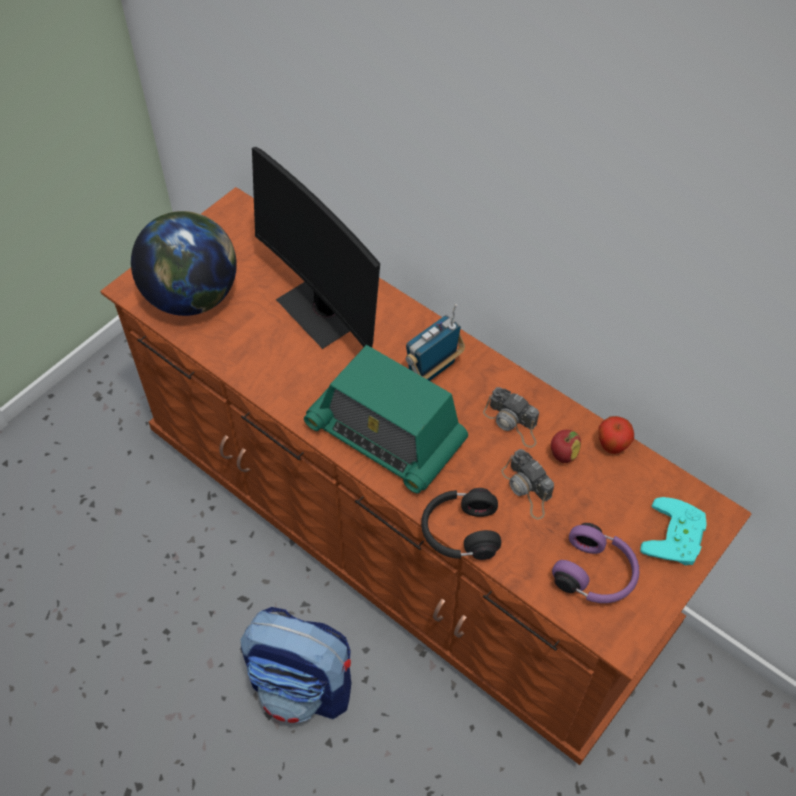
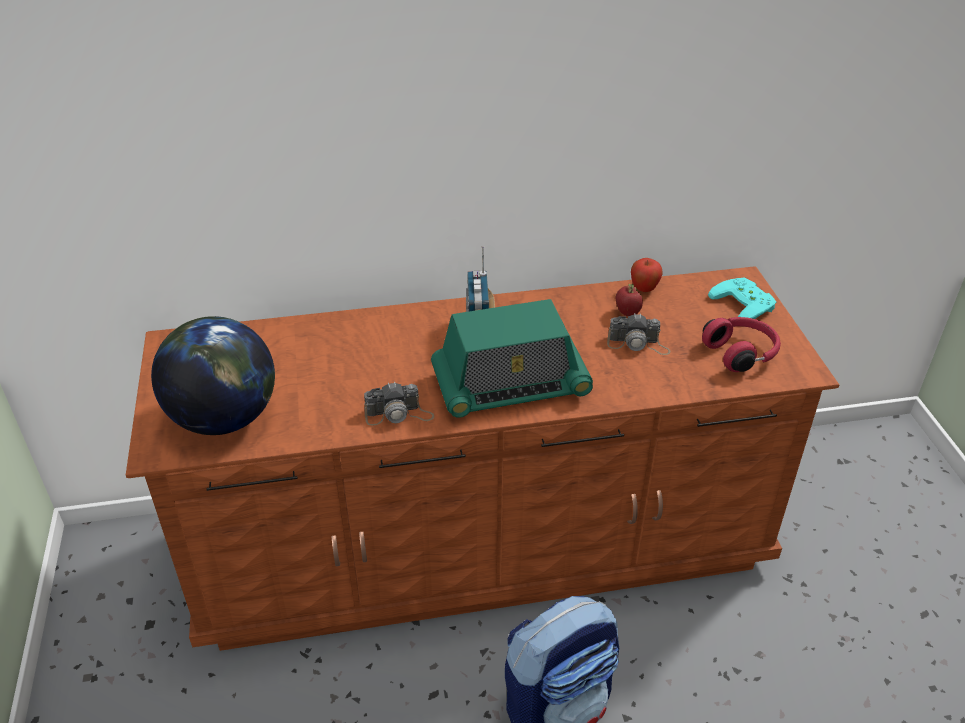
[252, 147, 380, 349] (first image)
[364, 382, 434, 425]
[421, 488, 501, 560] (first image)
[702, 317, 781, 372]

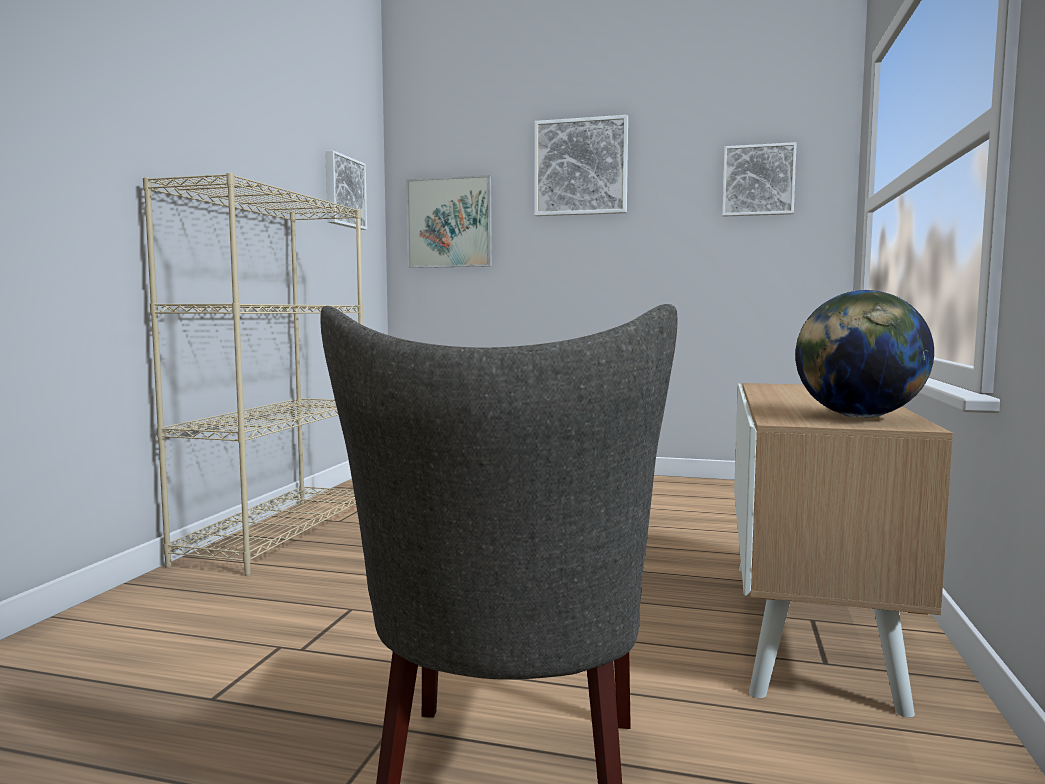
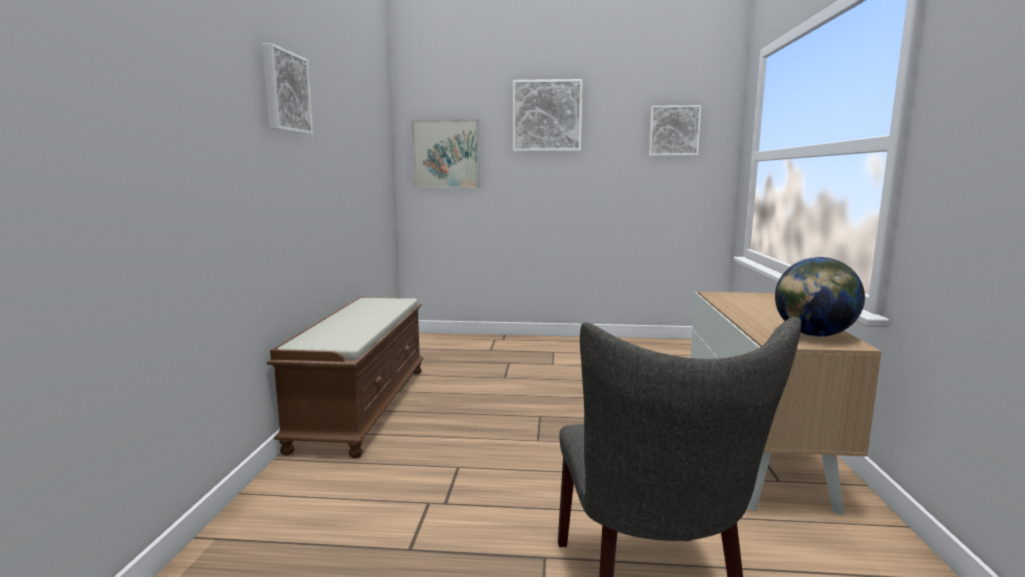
[262, 43, 313, 135]
[267, 297, 424, 458]

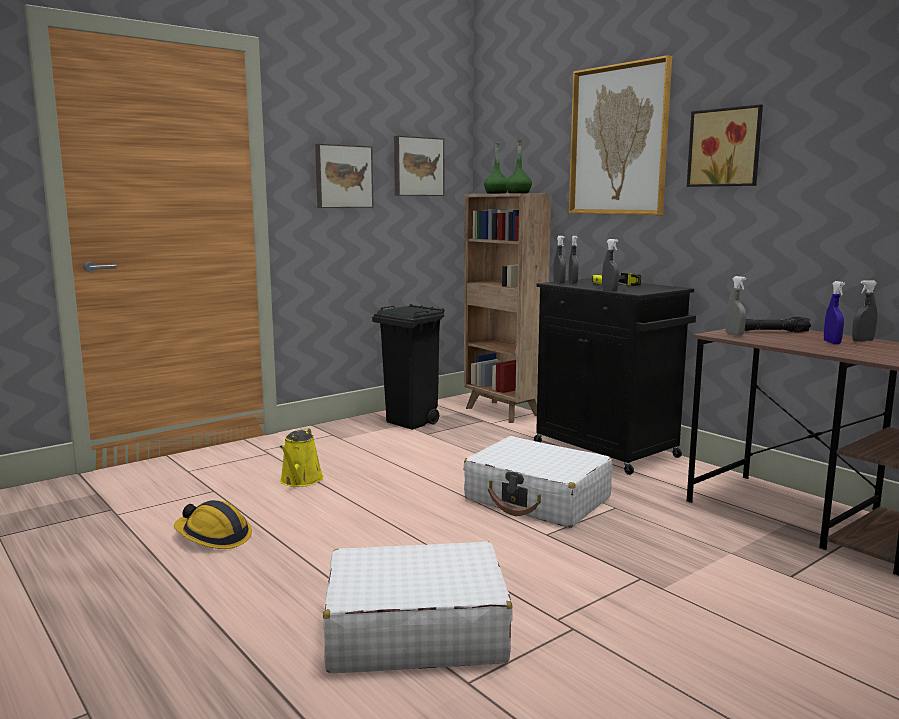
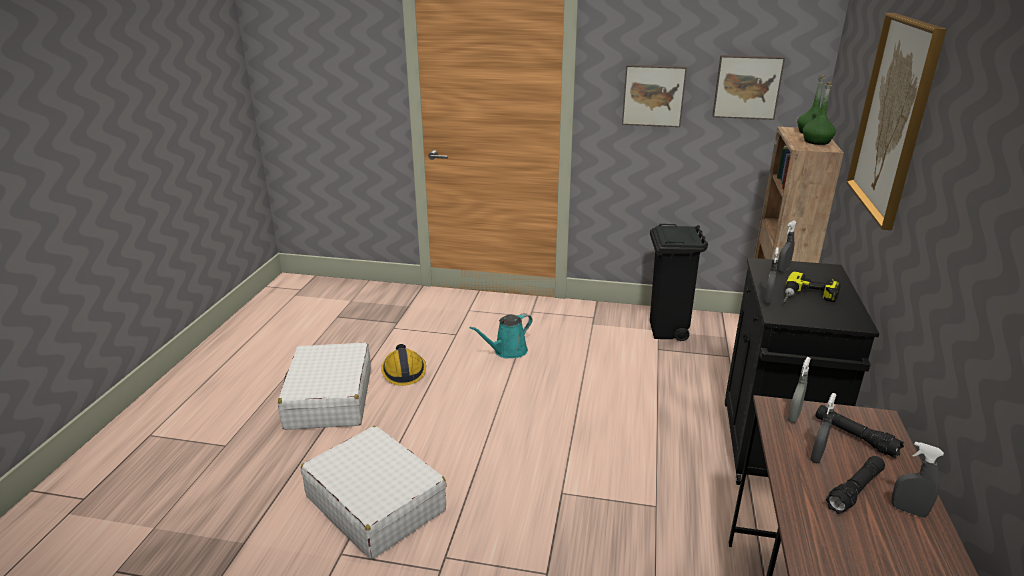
[687, 104, 763, 187] (first image)
[810, 393, 837, 463]
[826, 456, 885, 514]
[469, 313, 532, 359]
[278, 343, 371, 430]

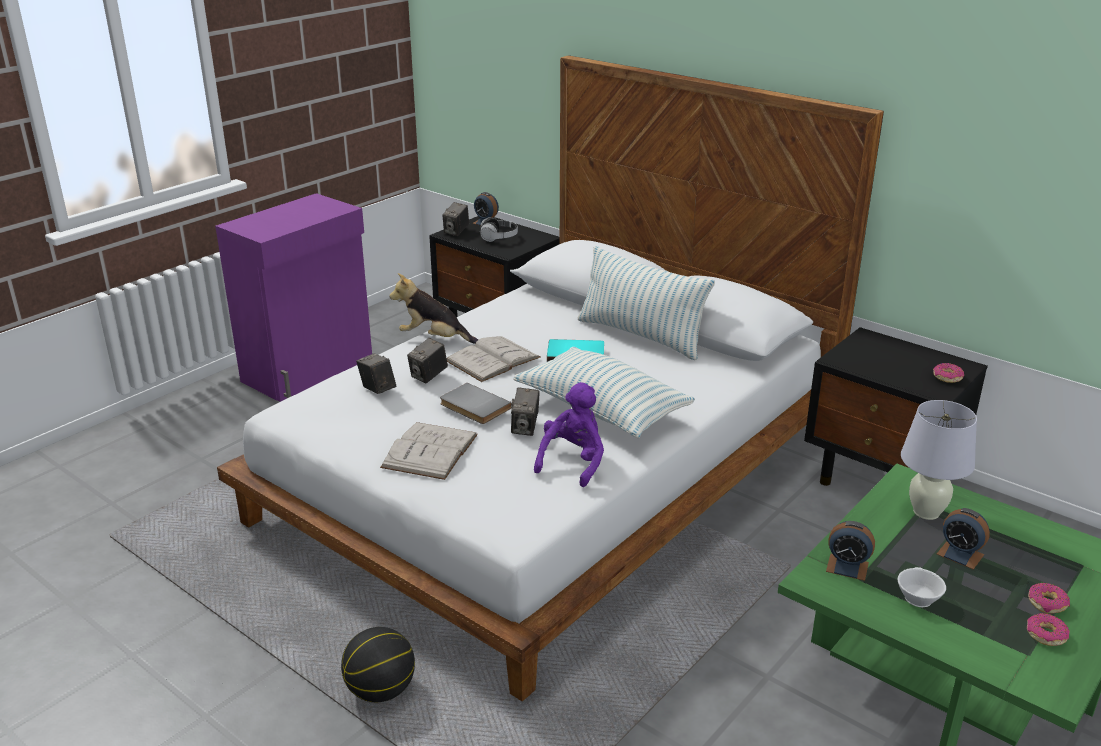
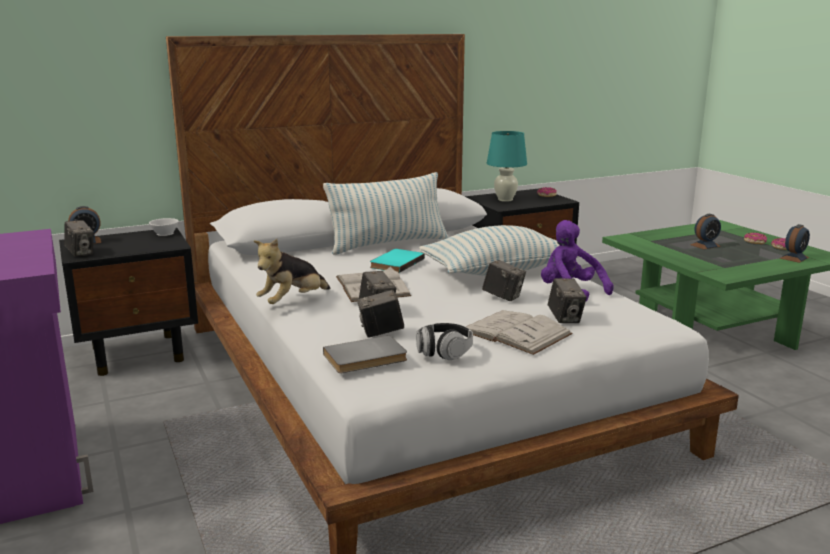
[416, 323, 473, 360]
[323, 335, 407, 373]
[901, 400, 977, 520] (first image)
[780, 224, 810, 263]
[149, 218, 179, 236]
[341, 627, 415, 702] (first image)
[487, 131, 527, 202]
[548, 278, 587, 323]

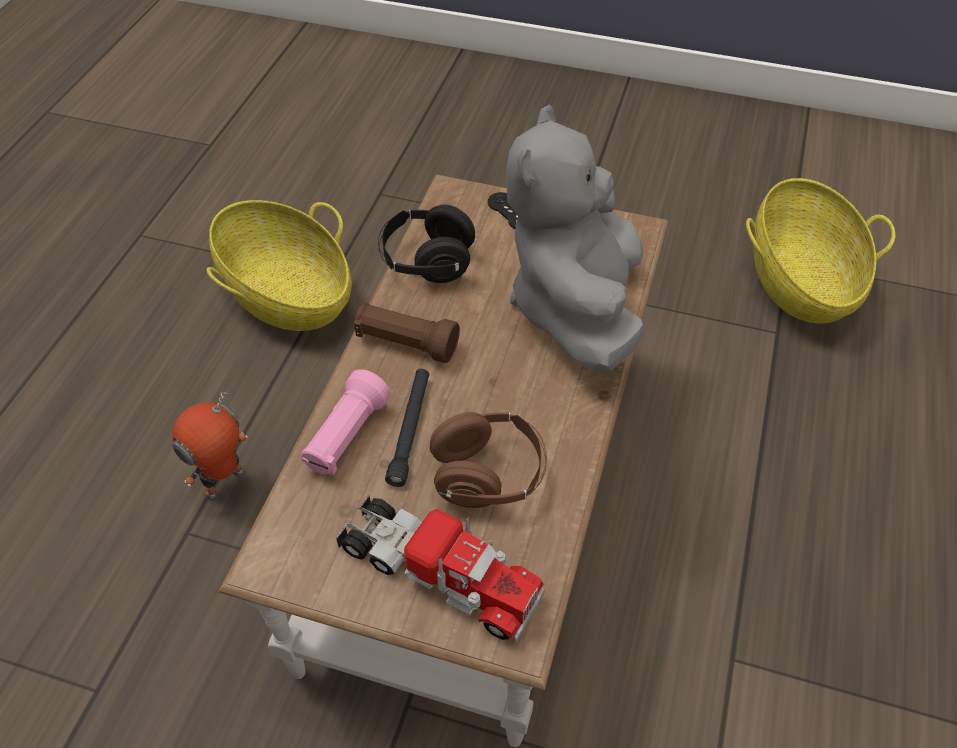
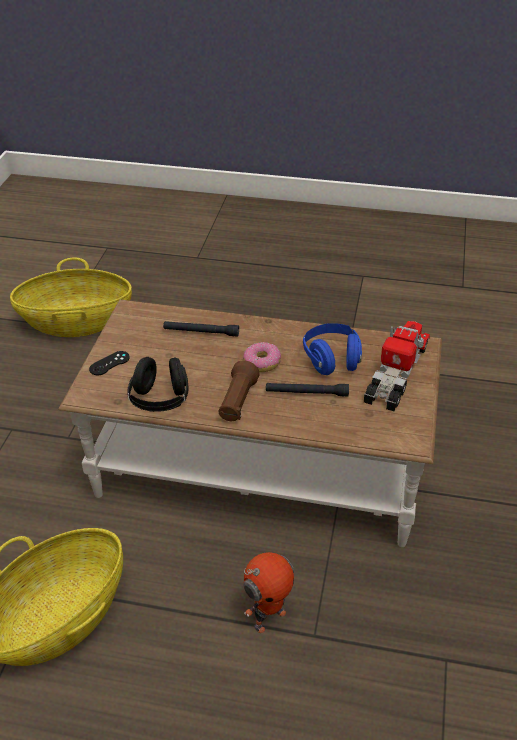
[163, 321, 239, 337]
[301, 369, 390, 475] (first image)
[243, 552, 294, 633]
[303, 323, 362, 375]
[243, 342, 281, 372]

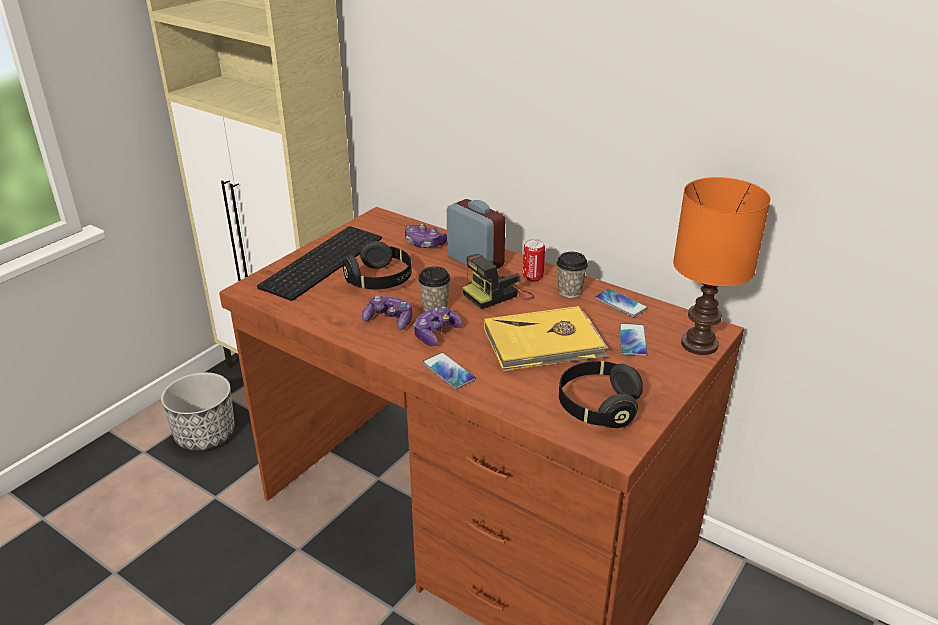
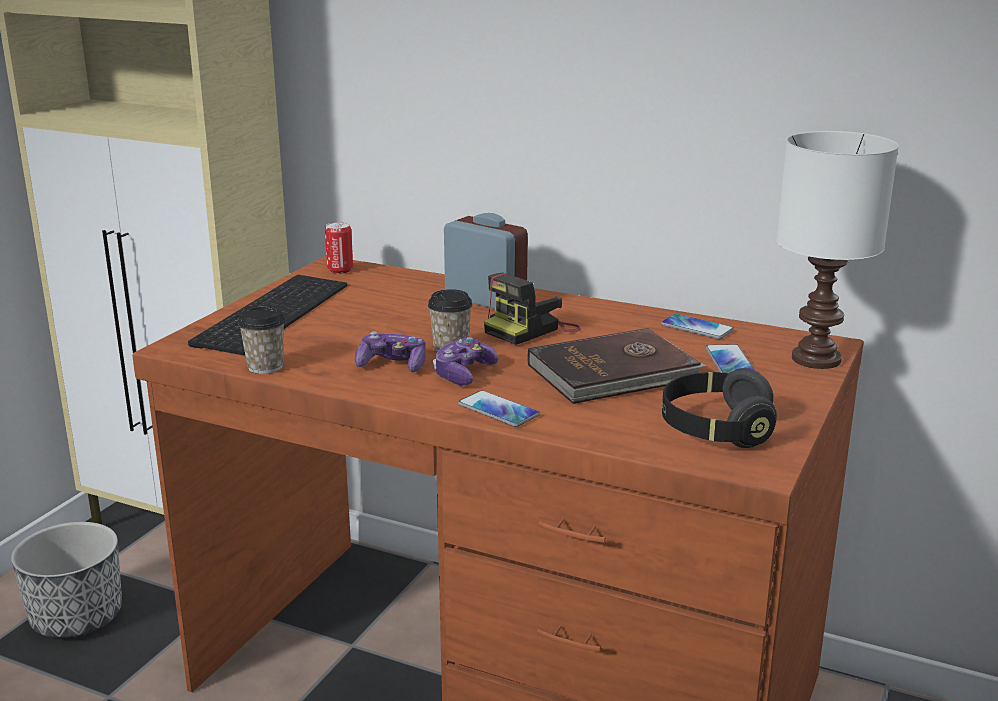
[776, 131, 899, 369]
[405, 224, 447, 248] (first image)
[325, 222, 353, 274]
[343, 241, 411, 289] (first image)
[238, 306, 285, 374]
[527, 328, 706, 404]

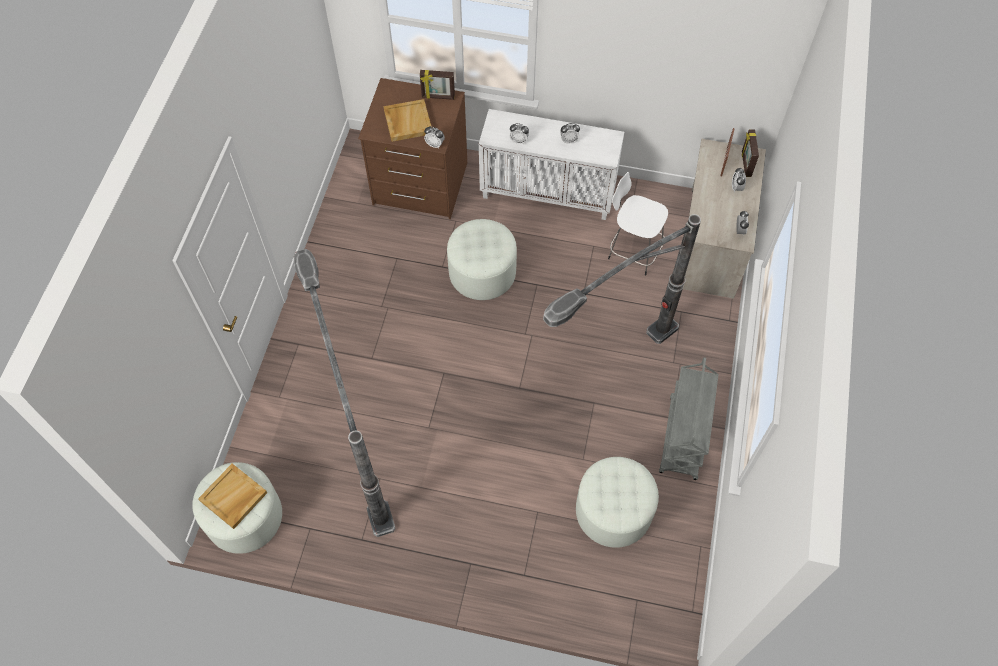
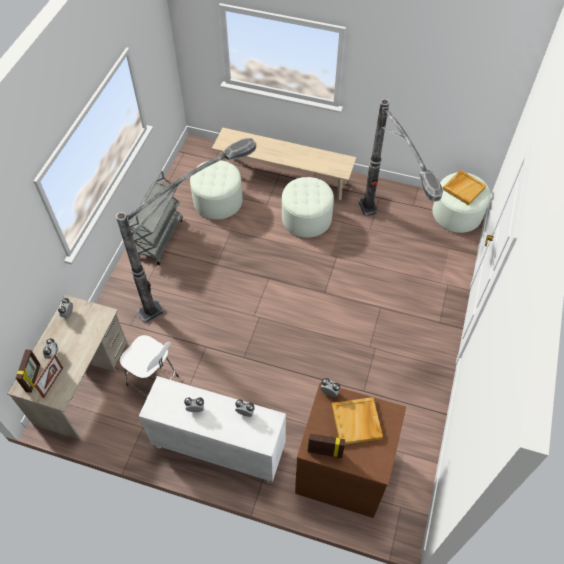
[282, 177, 334, 238]
[212, 128, 356, 200]

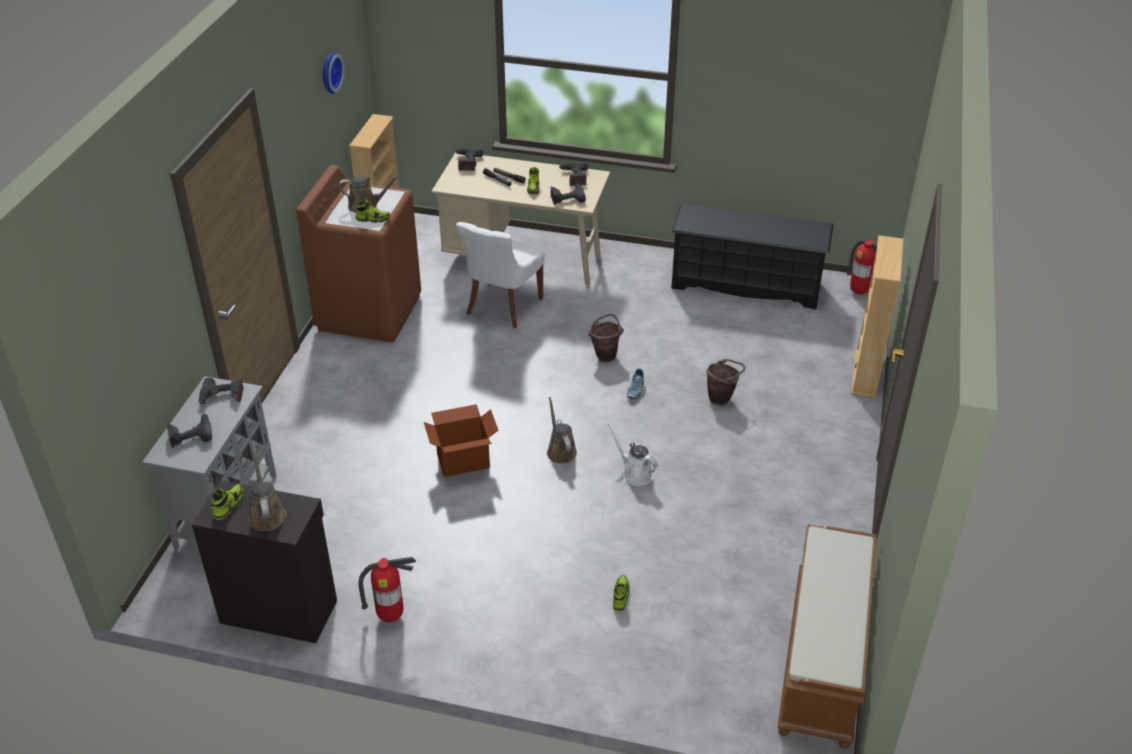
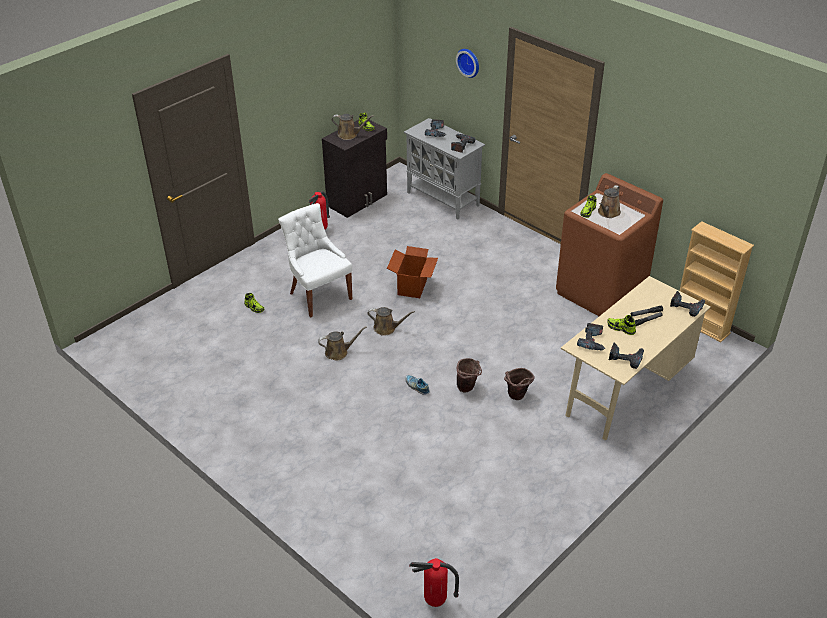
[456, 49, 479, 78]
[671, 204, 834, 309] (first image)
[278, 203, 352, 318]
[851, 235, 904, 398] (first image)
[504, 368, 535, 400]
[318, 326, 367, 360]
[777, 524, 877, 749] (first image)

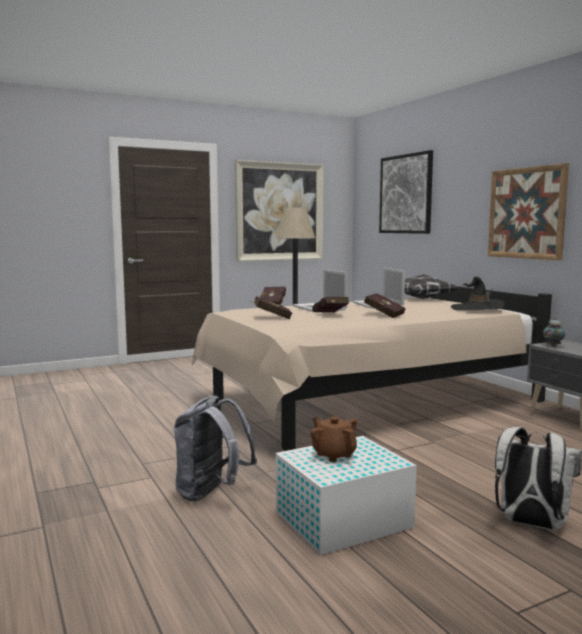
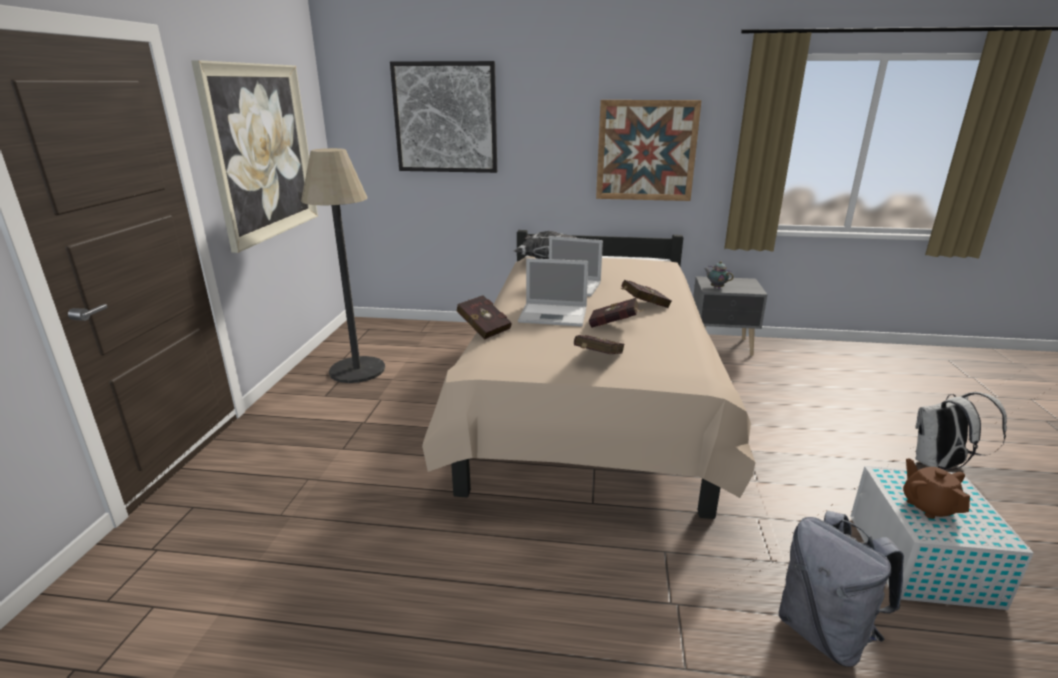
[451, 276, 504, 310] (first image)
[903, 458, 970, 519]

